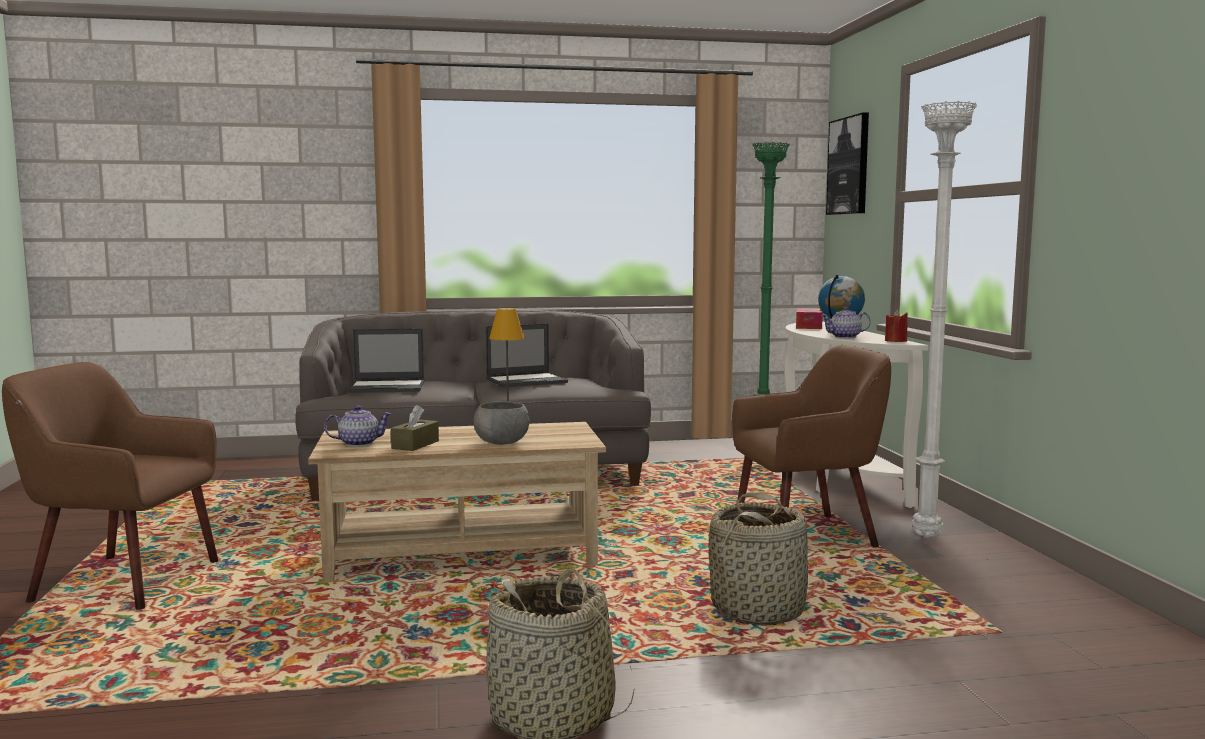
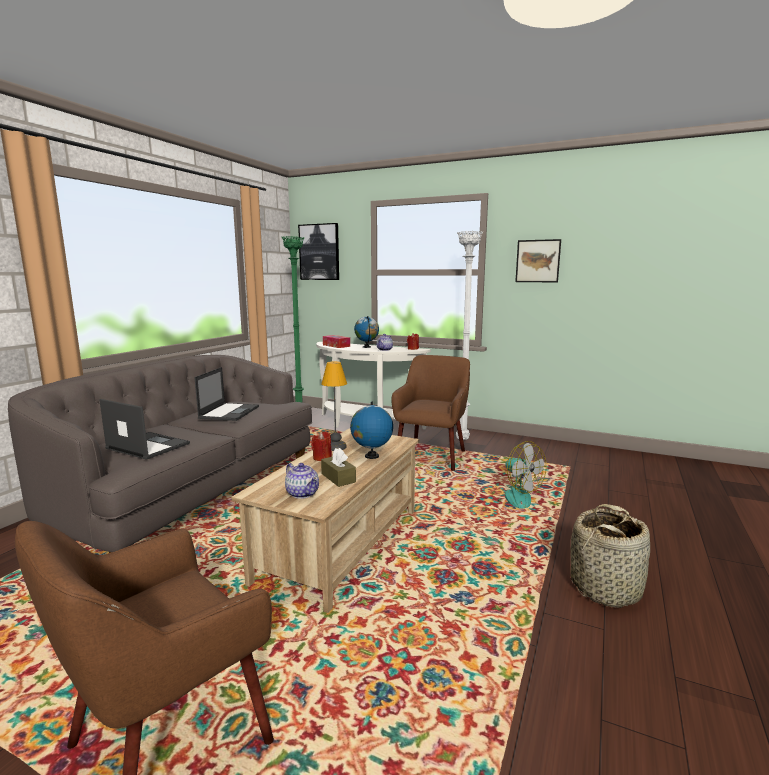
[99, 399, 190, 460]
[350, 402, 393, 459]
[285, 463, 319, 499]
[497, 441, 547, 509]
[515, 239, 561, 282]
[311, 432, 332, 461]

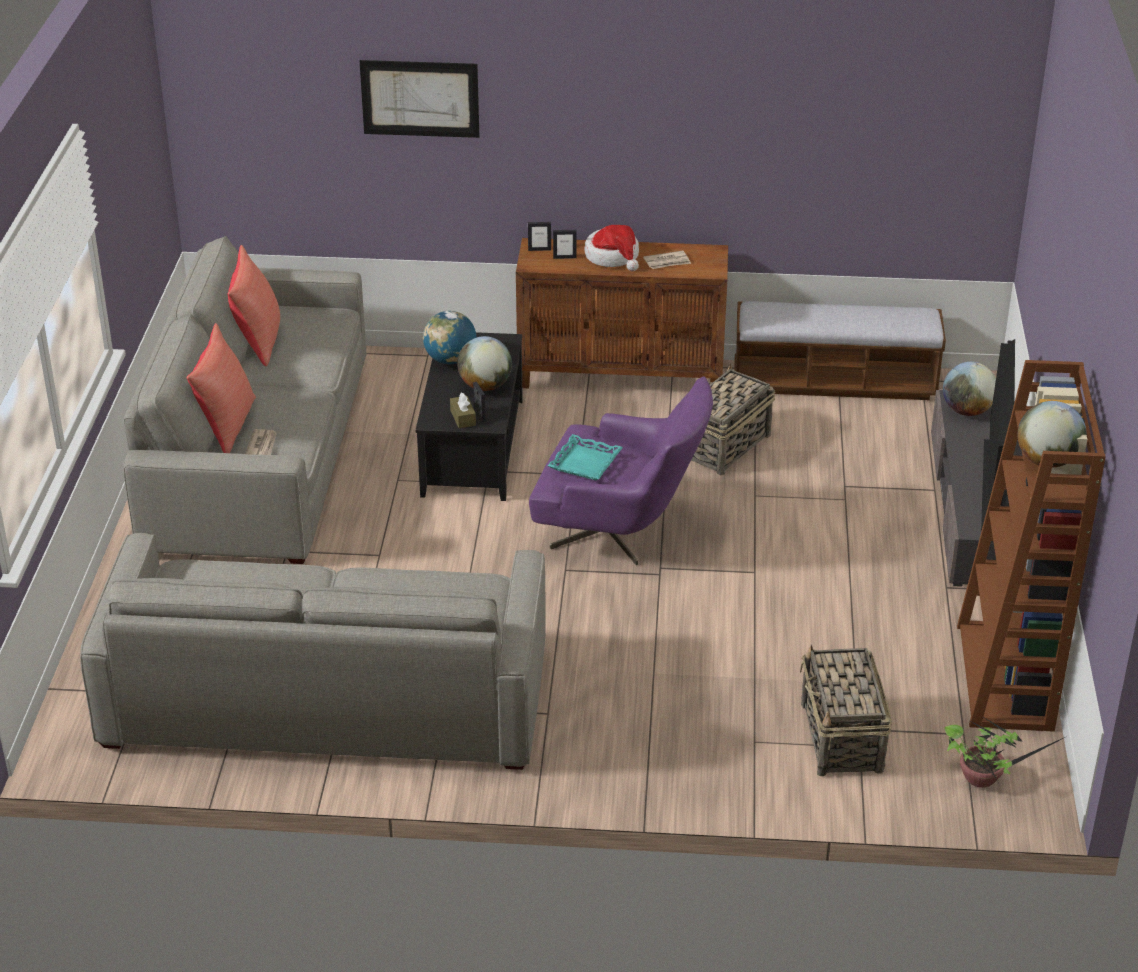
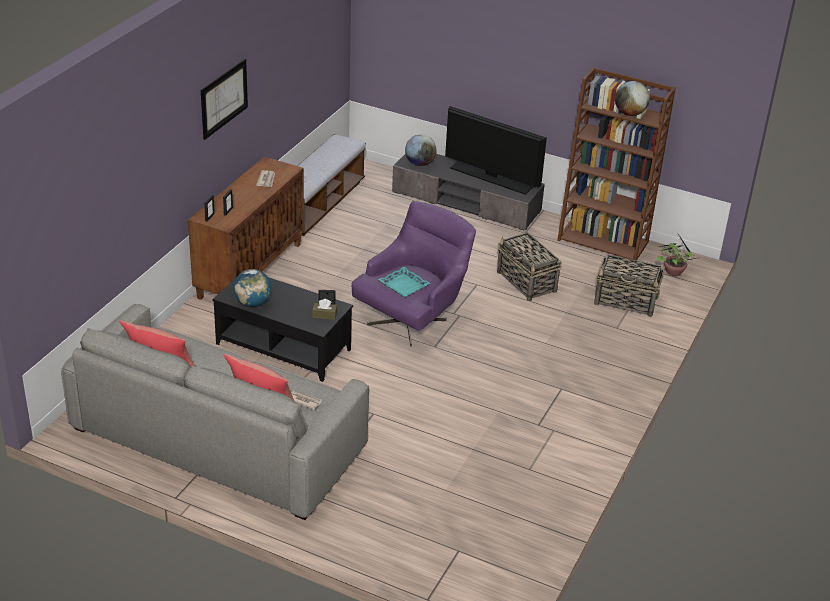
[201, 59, 248, 140]
[585, 225, 639, 271] (first image)
[457, 336, 512, 391] (first image)
[497, 232, 562, 301]
[80, 533, 546, 770] (first image)

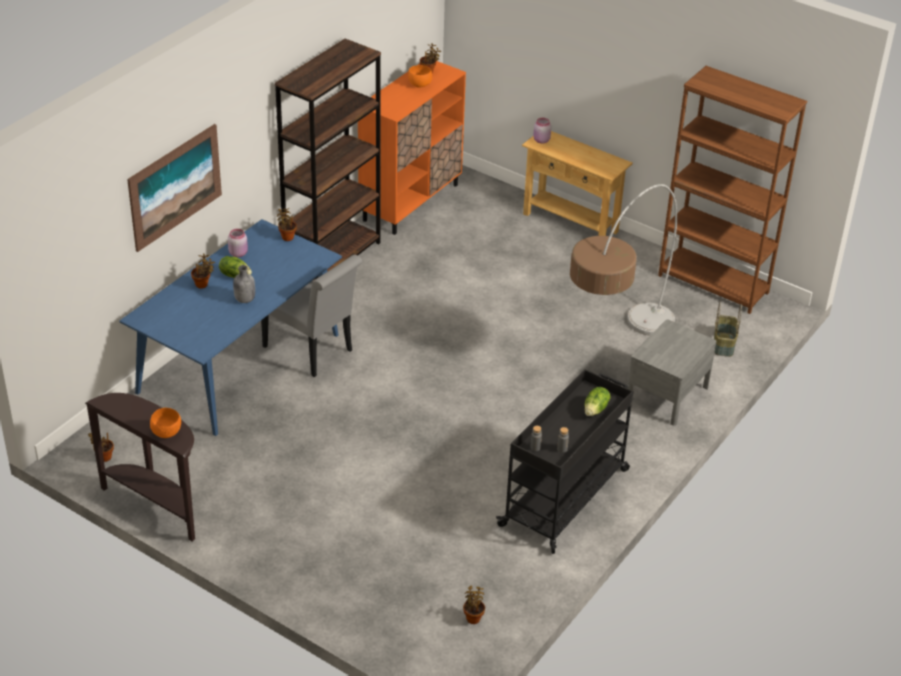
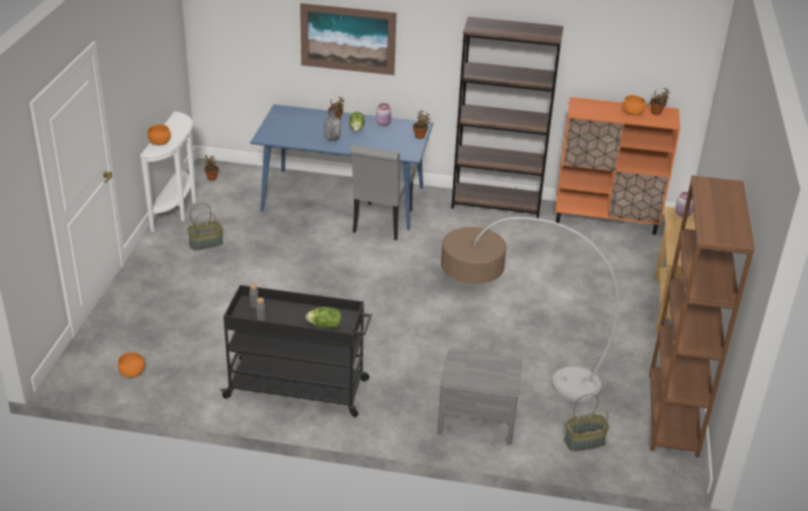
[140, 111, 197, 232]
[118, 352, 145, 378]
[187, 203, 223, 250]

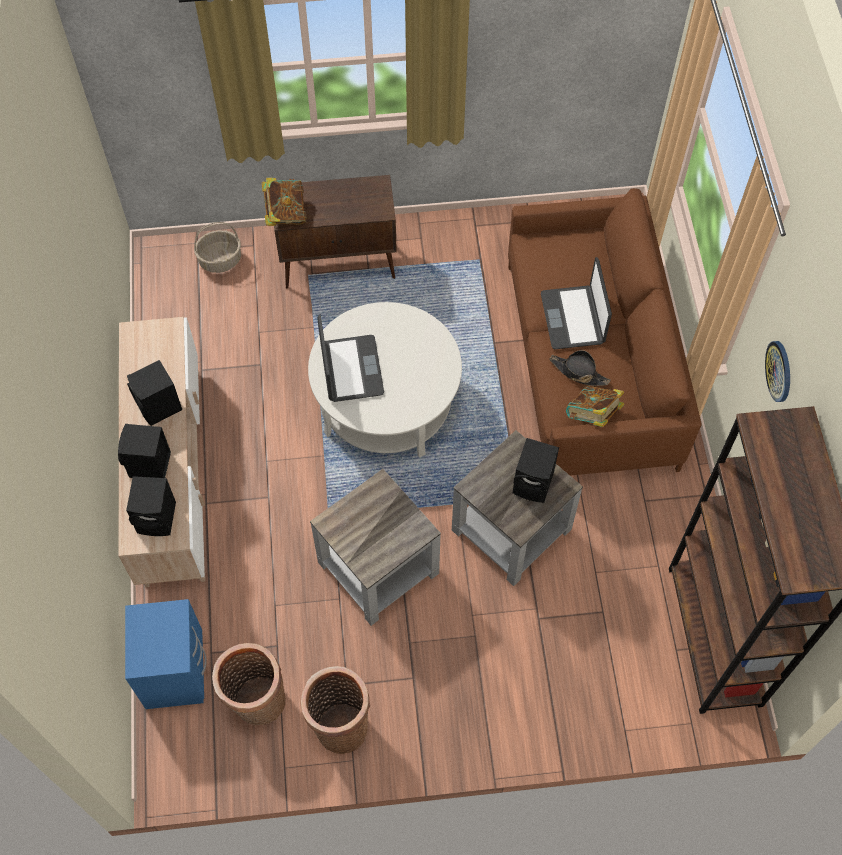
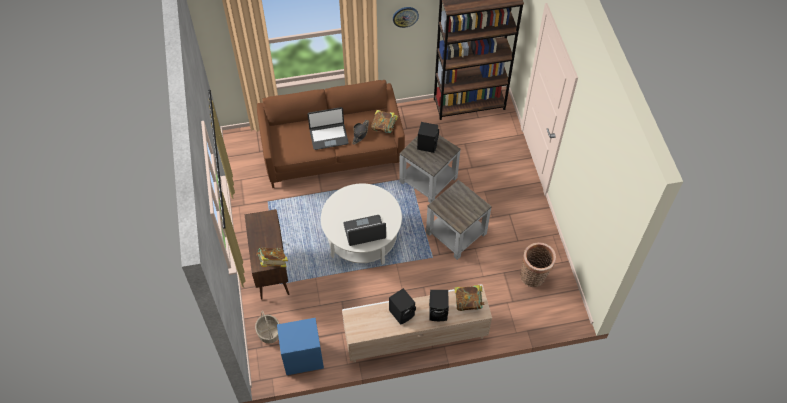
[454, 285, 484, 311]
[277, 318, 324, 375]
[300, 666, 370, 754] (first image)

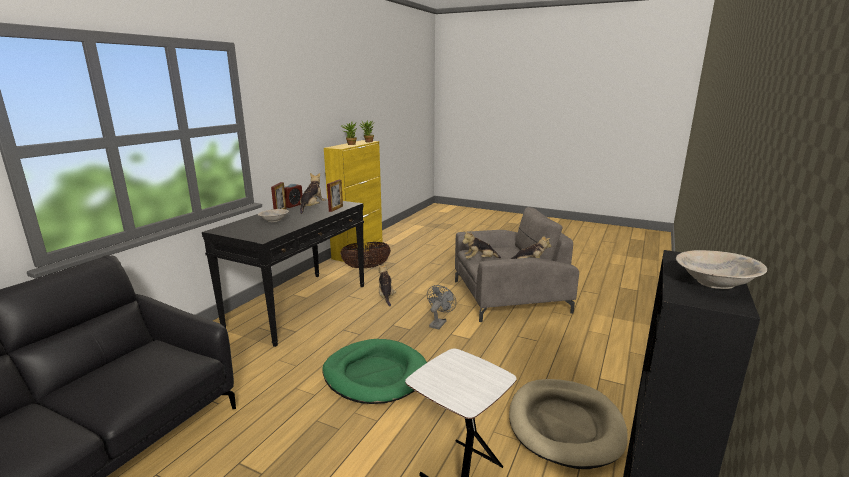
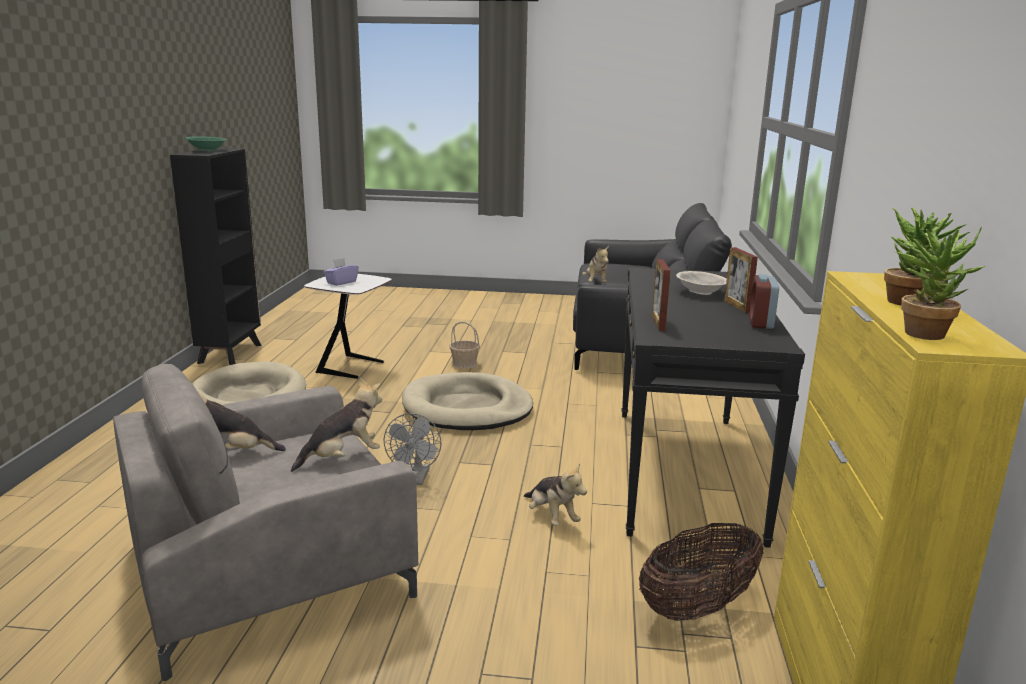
[582, 246, 609, 283]
[185, 136, 227, 151]
[402, 372, 533, 430]
[323, 258, 359, 286]
[449, 321, 480, 369]

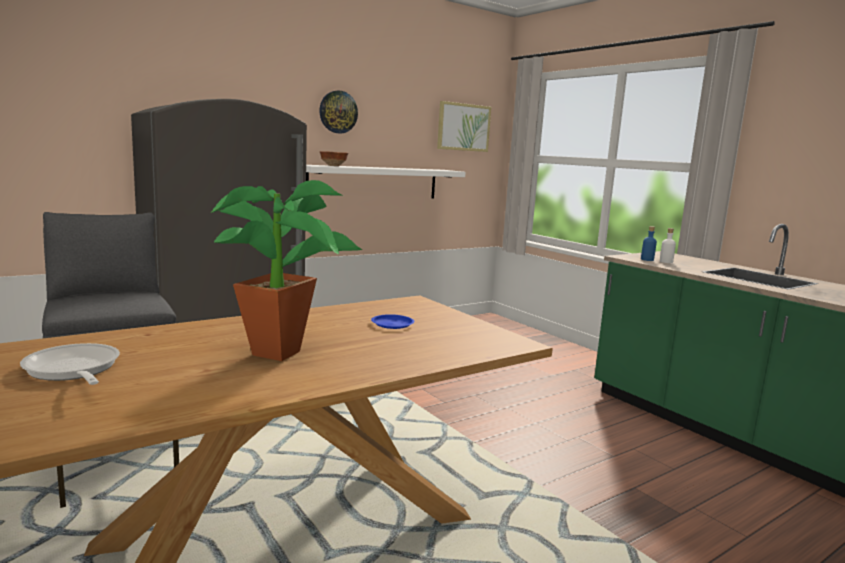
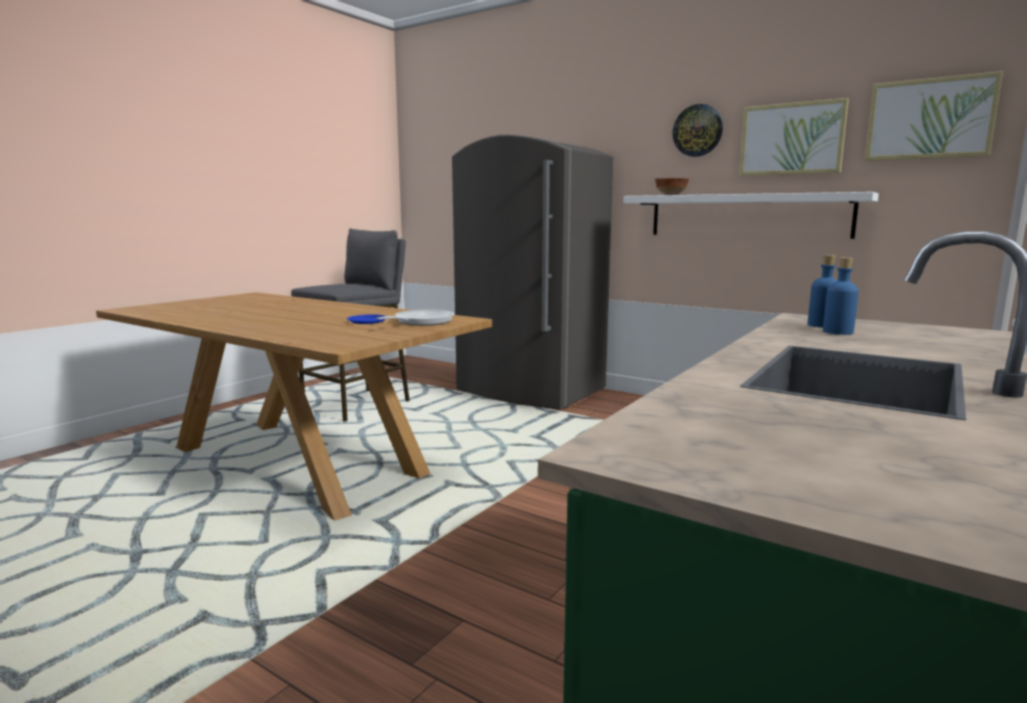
[211, 180, 362, 361] (first image)
[823, 257, 859, 335]
[376, 310, 455, 326]
[739, 98, 849, 176]

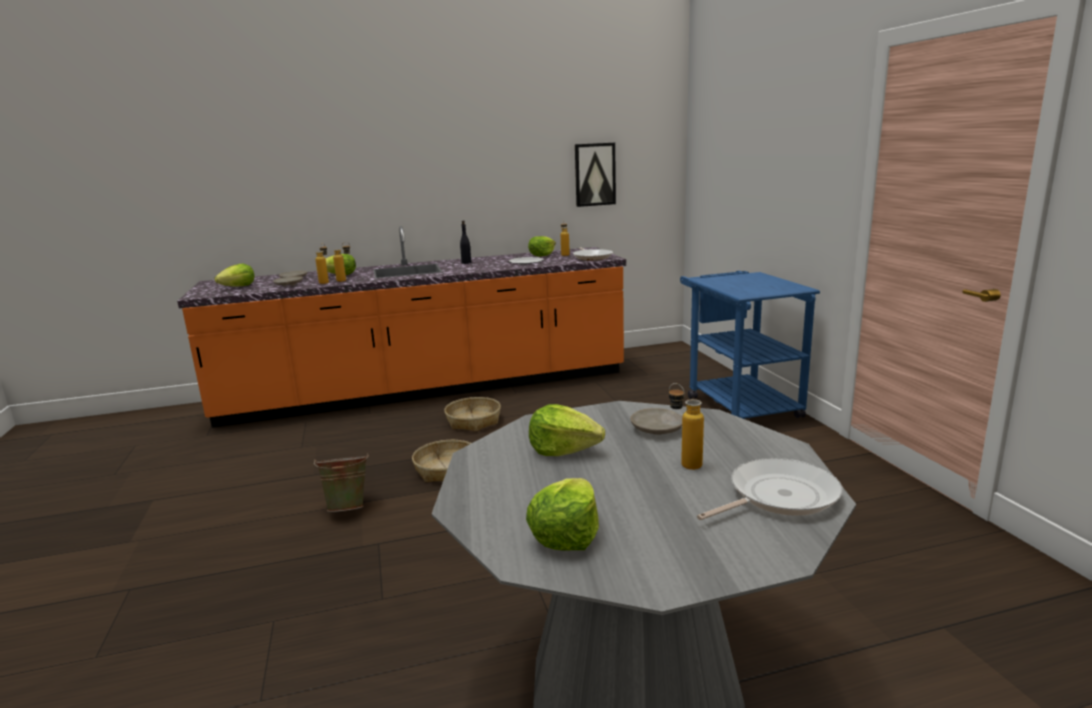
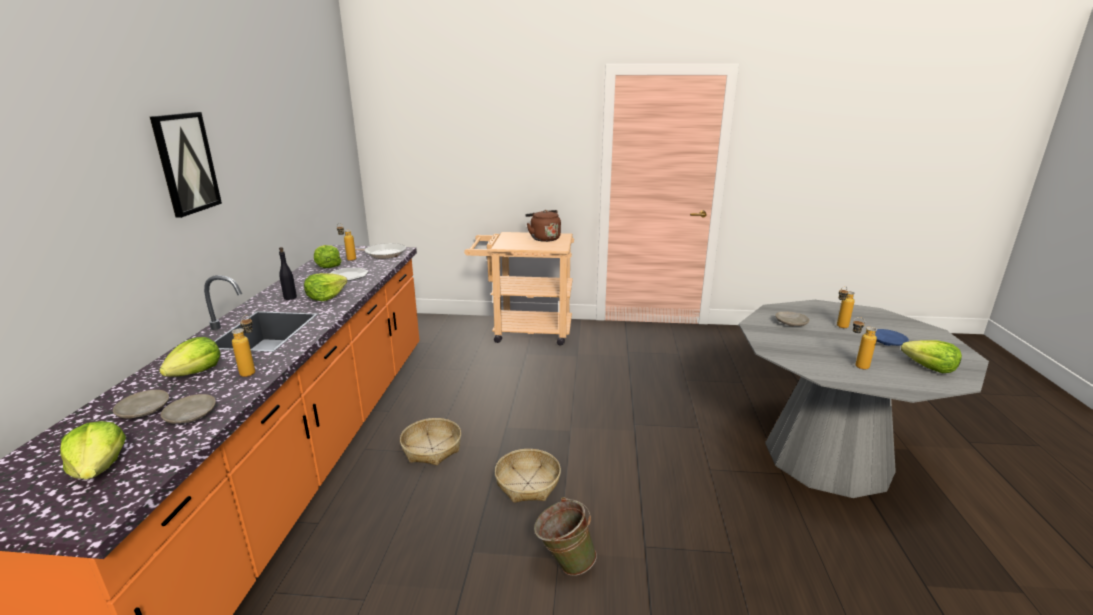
[150, 112, 222, 218]
[853, 317, 877, 369]
[464, 232, 574, 346]
[304, 273, 348, 301]
[697, 458, 843, 520] (first image)
[525, 210, 561, 242]
[875, 329, 909, 346]

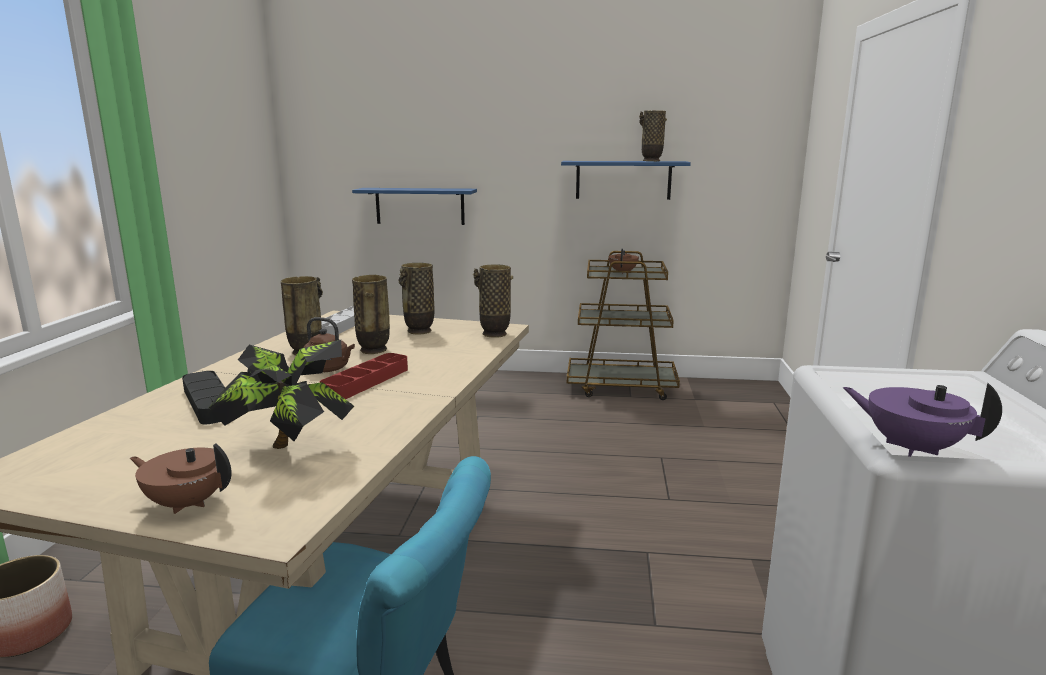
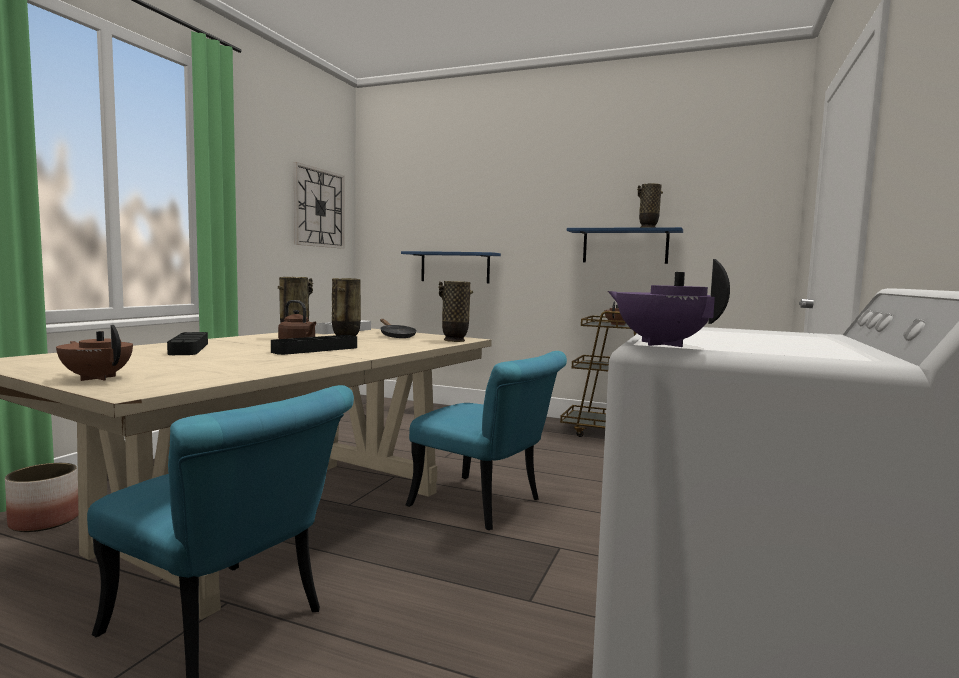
[380, 319, 417, 338]
[209, 340, 354, 449] (first image)
[271, 335, 357, 355]
[294, 162, 344, 249]
[406, 351, 567, 530]

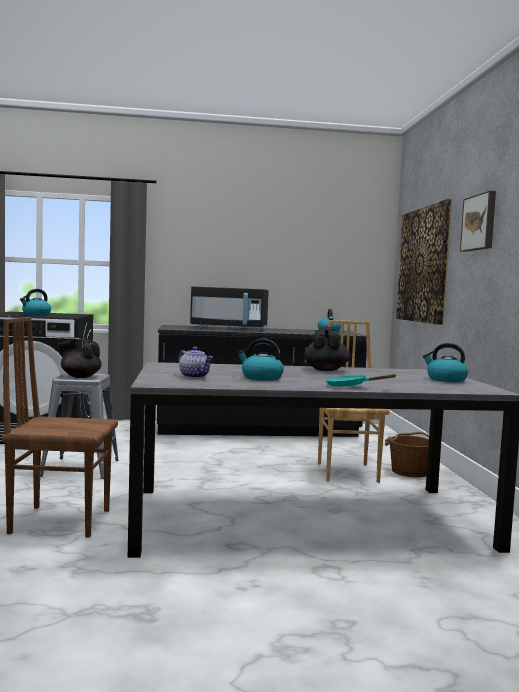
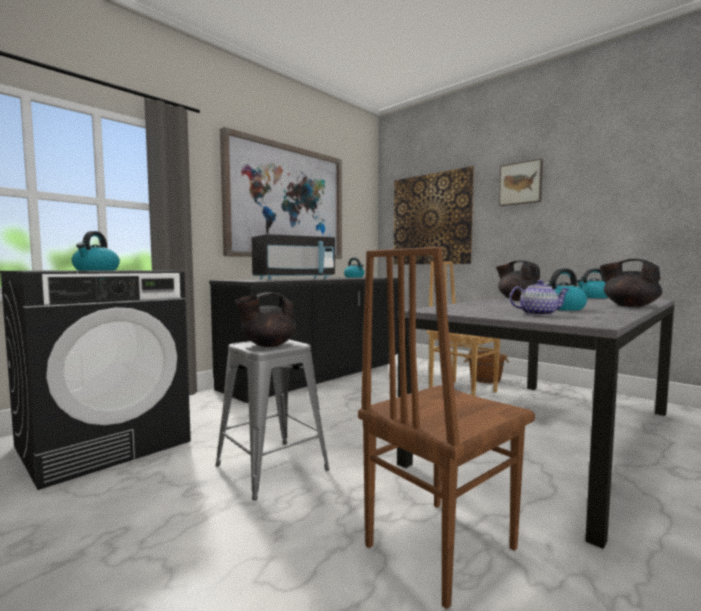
[599, 259, 662, 307]
[220, 127, 342, 259]

